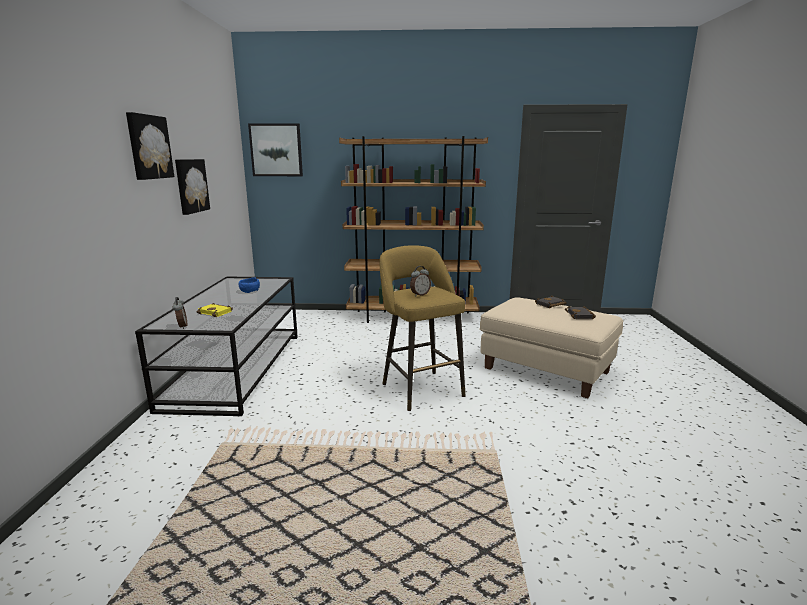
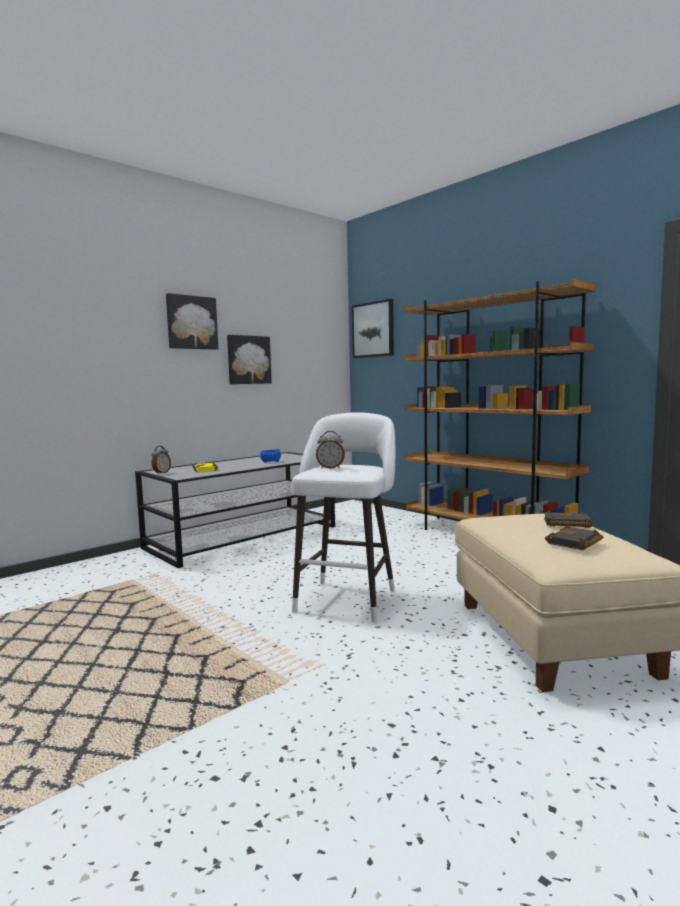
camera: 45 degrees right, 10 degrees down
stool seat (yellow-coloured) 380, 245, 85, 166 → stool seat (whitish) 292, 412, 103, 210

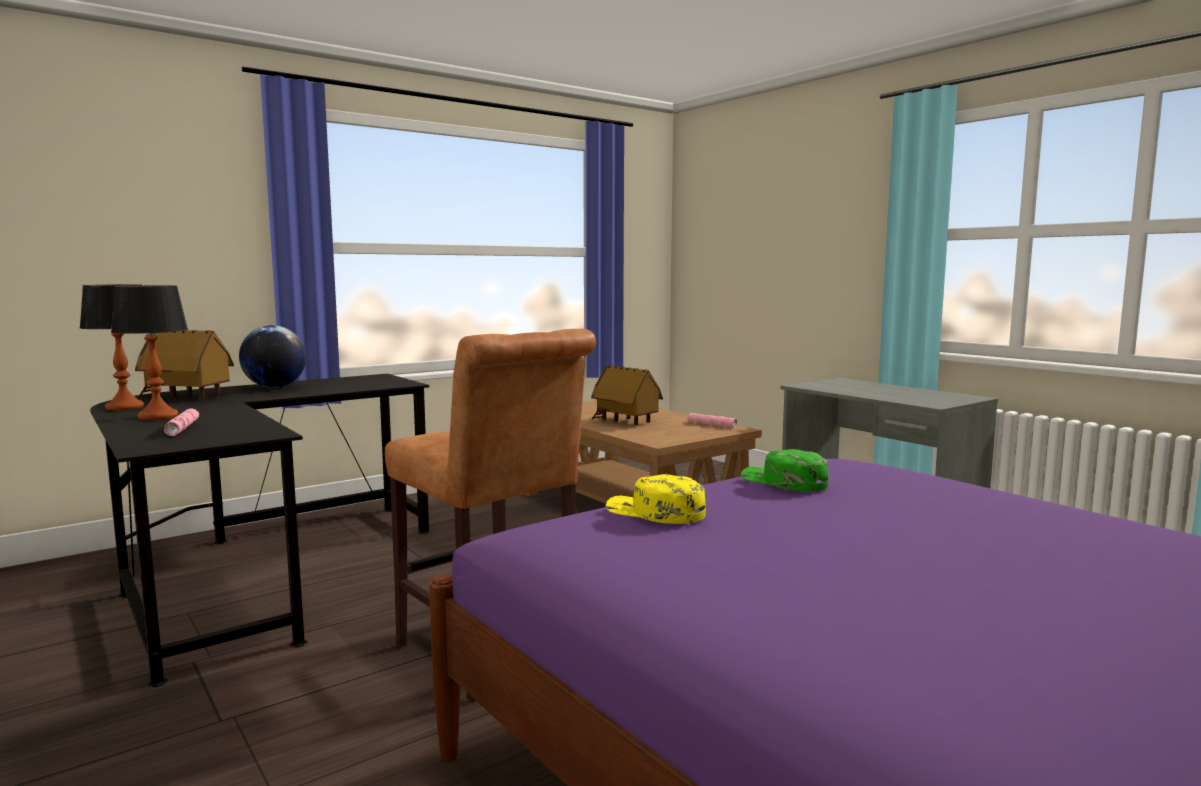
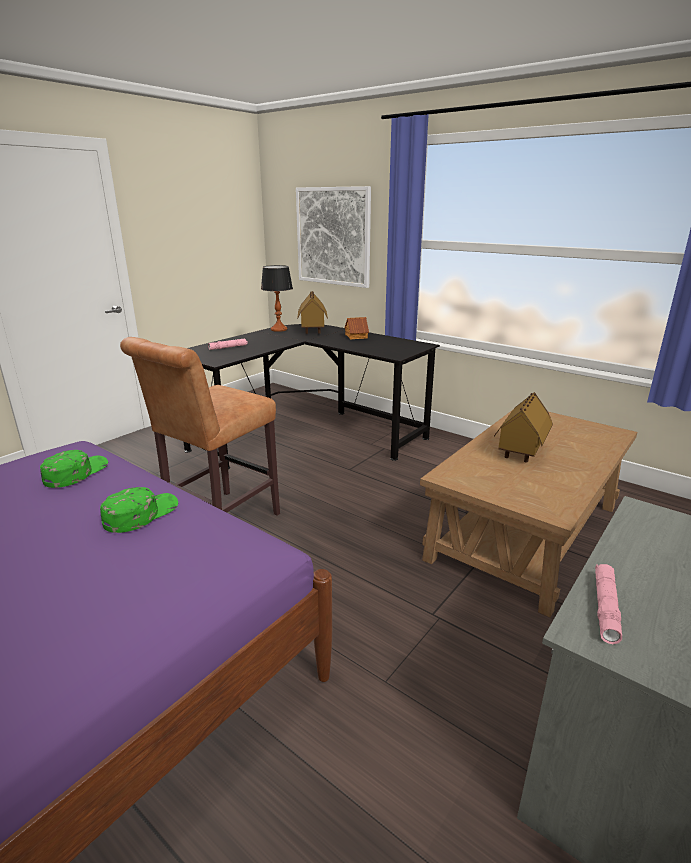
camera: 75 degrees right, 15 degrees up
table lamp 111, 285, 77, 135 → -
desk globe 239, 325, 67, 63 → toy house 344, 317, 25, 22
torch (pink) 686, 413, 51, 15 → torch (pink) 595, 564, 27, 80, move
baseball cap (yellow-coloured) 606, 474, 100, 50 → baseball cap (greenish) 40, 450, 68, 38
- → wall picture 296, 186, 75, 102

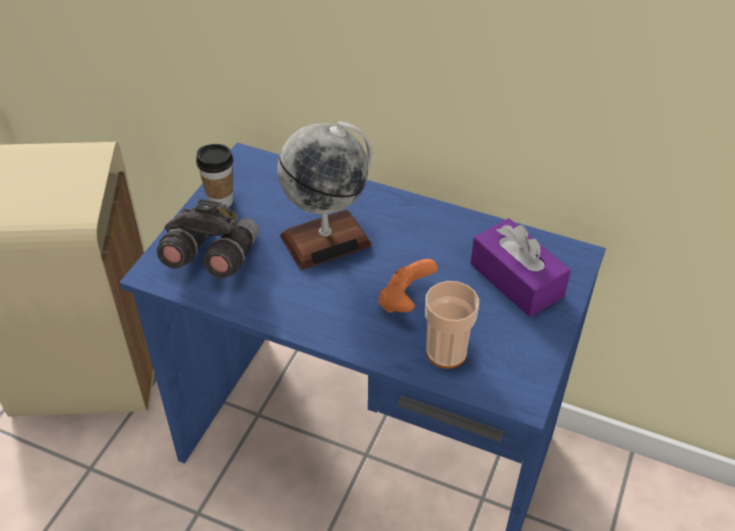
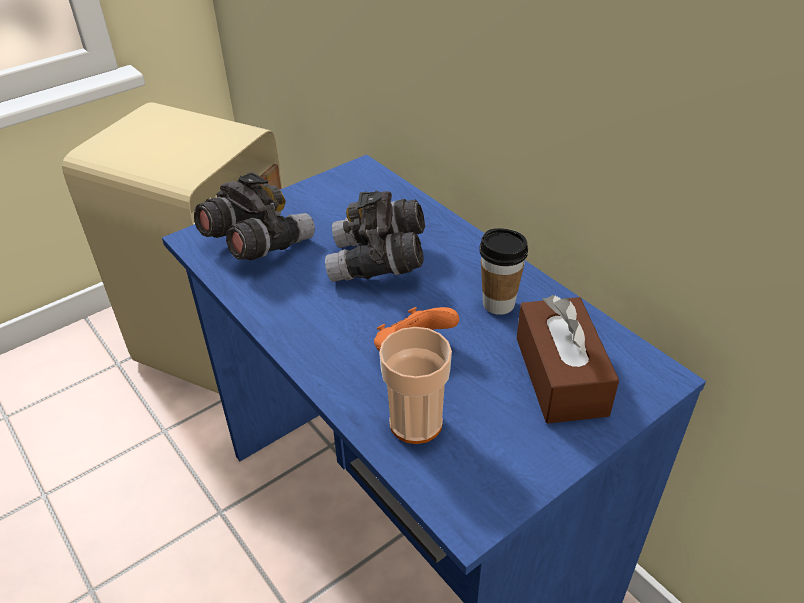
camera: 30 degrees right, 5 degrees down
desk globe 277, 121, 95, 149 → pair of binoculars (gray) 325, 191, 100, 91
small cup 196, 144, 37, 63 → small cup 479, 228, 49, 87, move
box of tissues (purple) 470, 218, 101, 99 → box of tissues (brownish) 517, 295, 102, 129

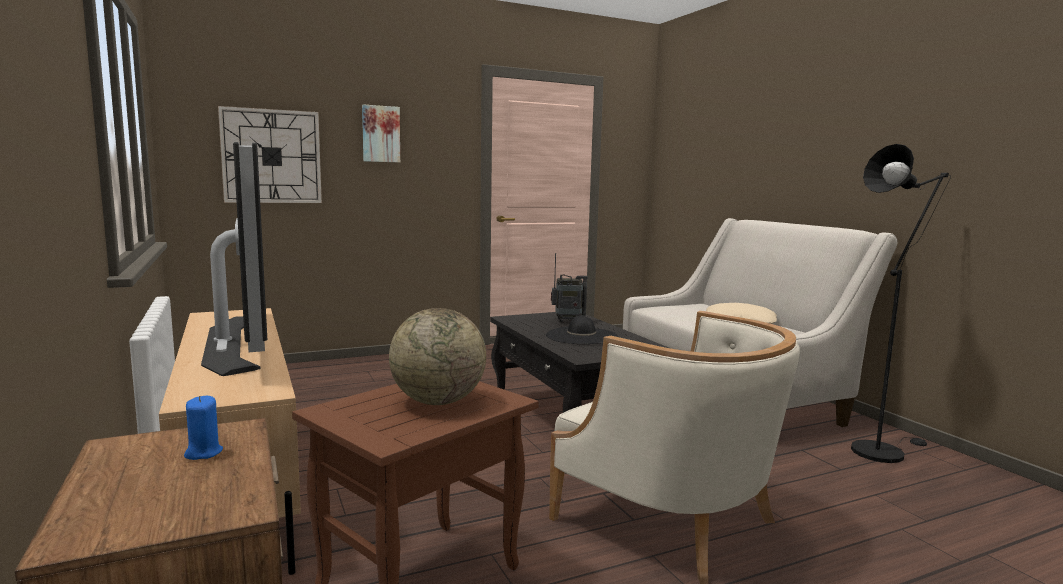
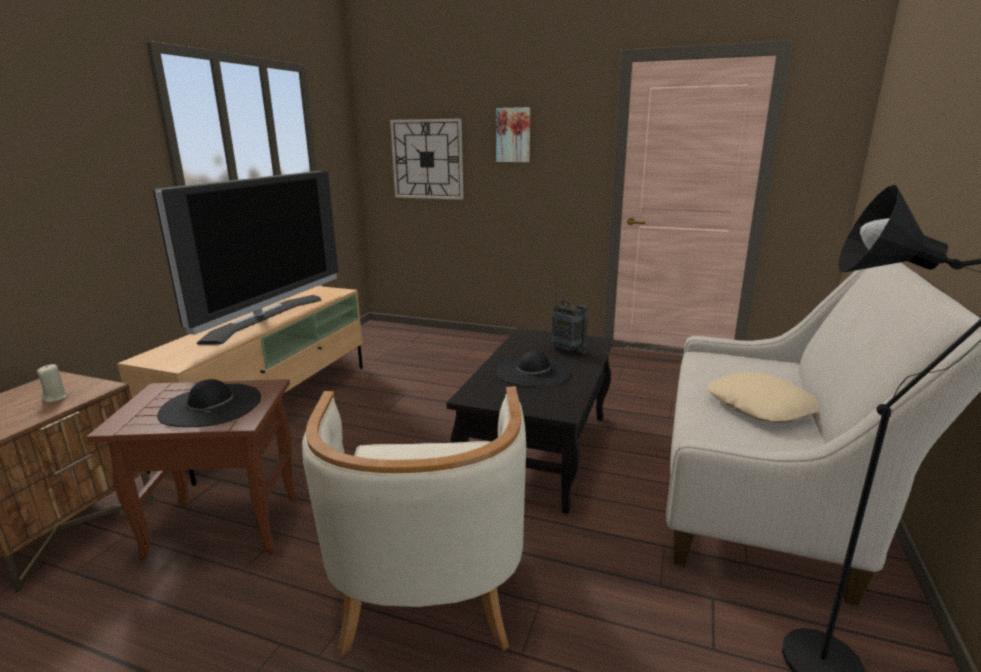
camera: 45 degrees right, 10 degrees up
desk globe 389, 308, 97, 97 → clothing hat (black) 157, 379, 104, 48
wax candle (blue) 184, 396, 39, 64 → wax candle (sand-coloured) 37, 364, 33, 38

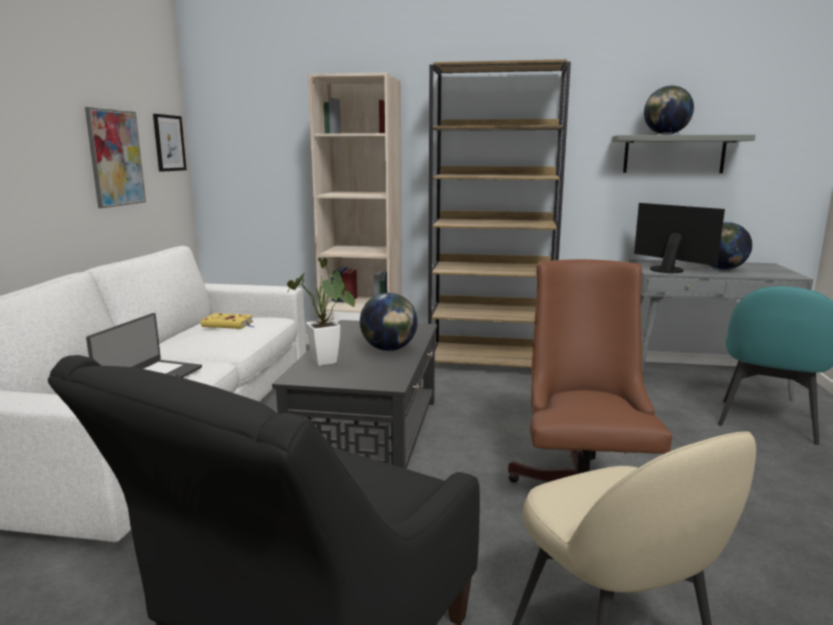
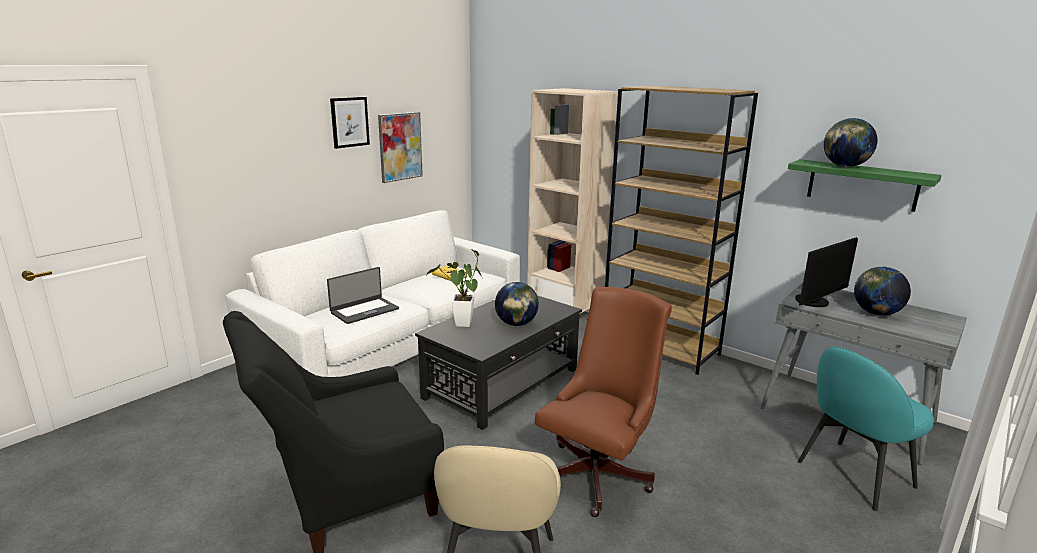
camera: 30 degrees right, 5 degrees up
wall picture 153, 114, 34, 58 → wall picture 330, 97, 40, 52, move
wall shelf (gray) 612, 135, 144, 38 → wall shelf (greenish) 788, 159, 154, 53
monitor 634, 203, 91, 70 → monitor 795, 237, 63, 70, 60 degrees clockwise

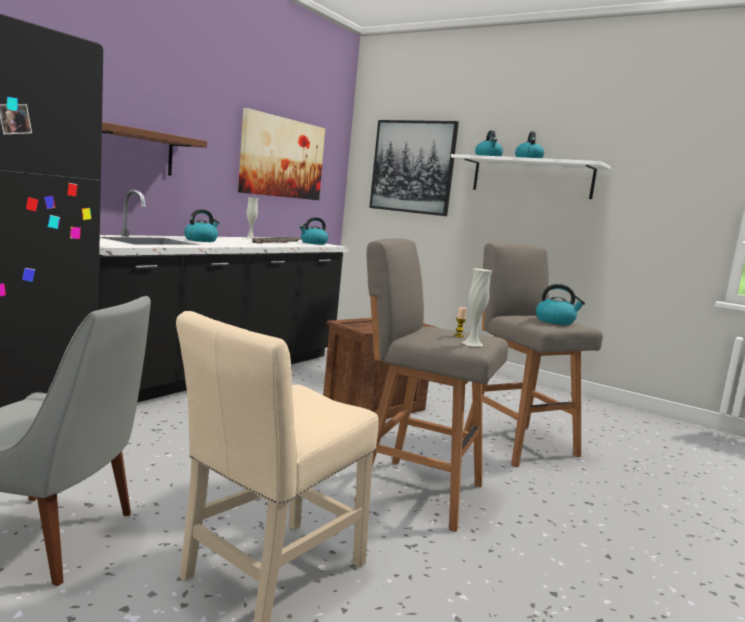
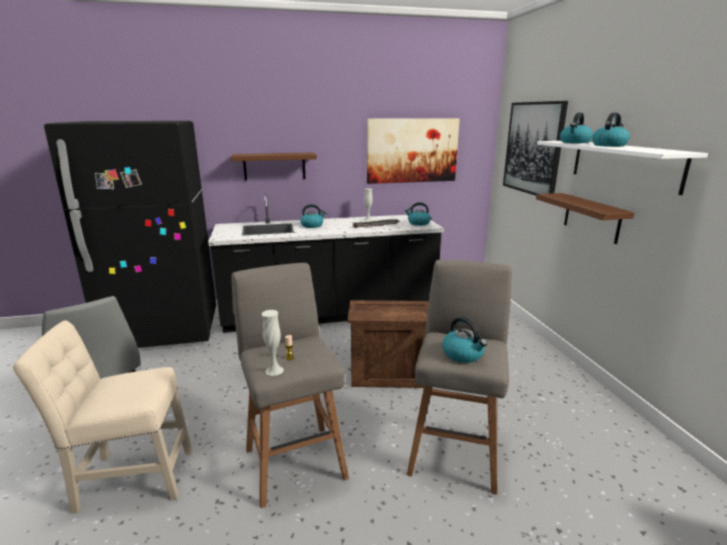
camera: 45 degrees right, 10 degrees up
- → wall shelf (brownish) 536, 193, 98, 51

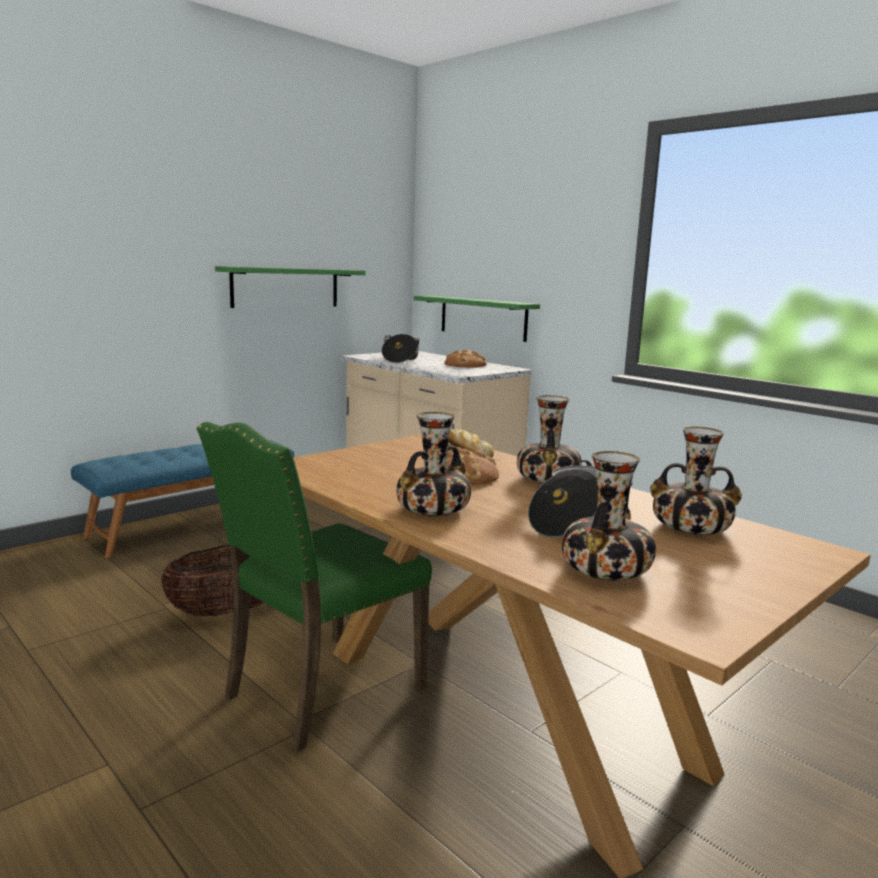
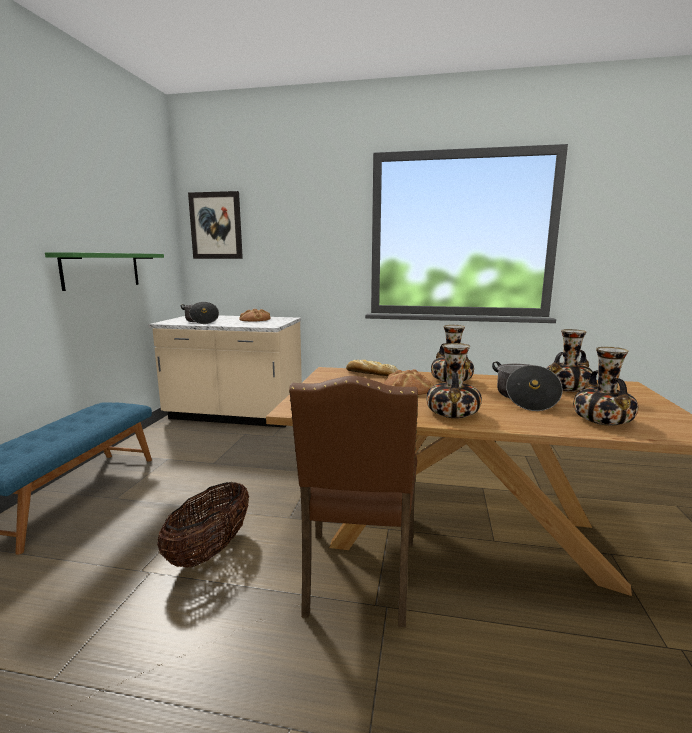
camera: 35 degrees left, 0 degrees up
wall shelf (greenish) 414, 296, 126, 46 → -
plain chair (greenish) 196, 422, 236, 331 → plain chair (brownish) 289, 376, 129, 251
- → wall picture 188, 191, 55, 68

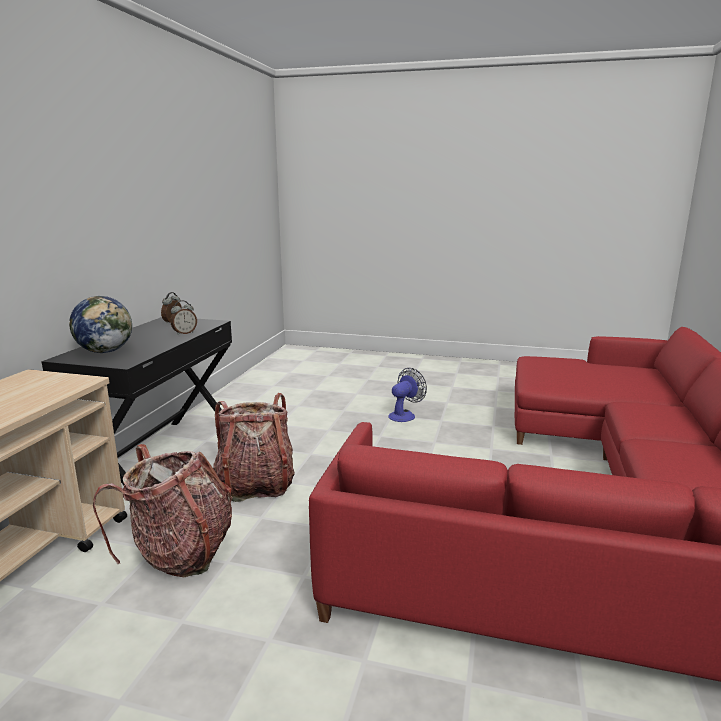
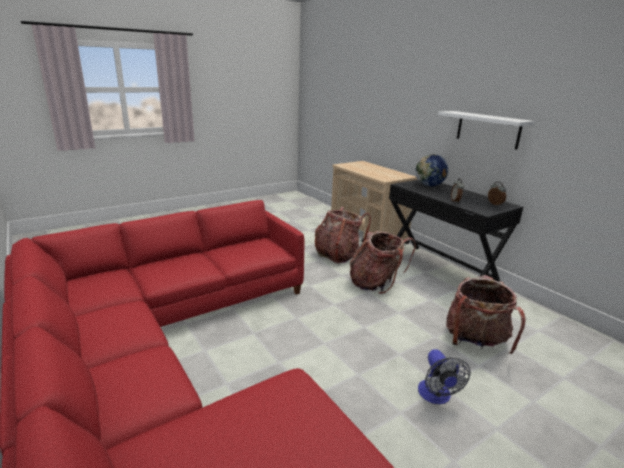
camera: 130 degrees right, 5 degrees up
- → wall shelf (whitish) 438, 111, 97, 39
- → knapsack 446, 275, 80, 79

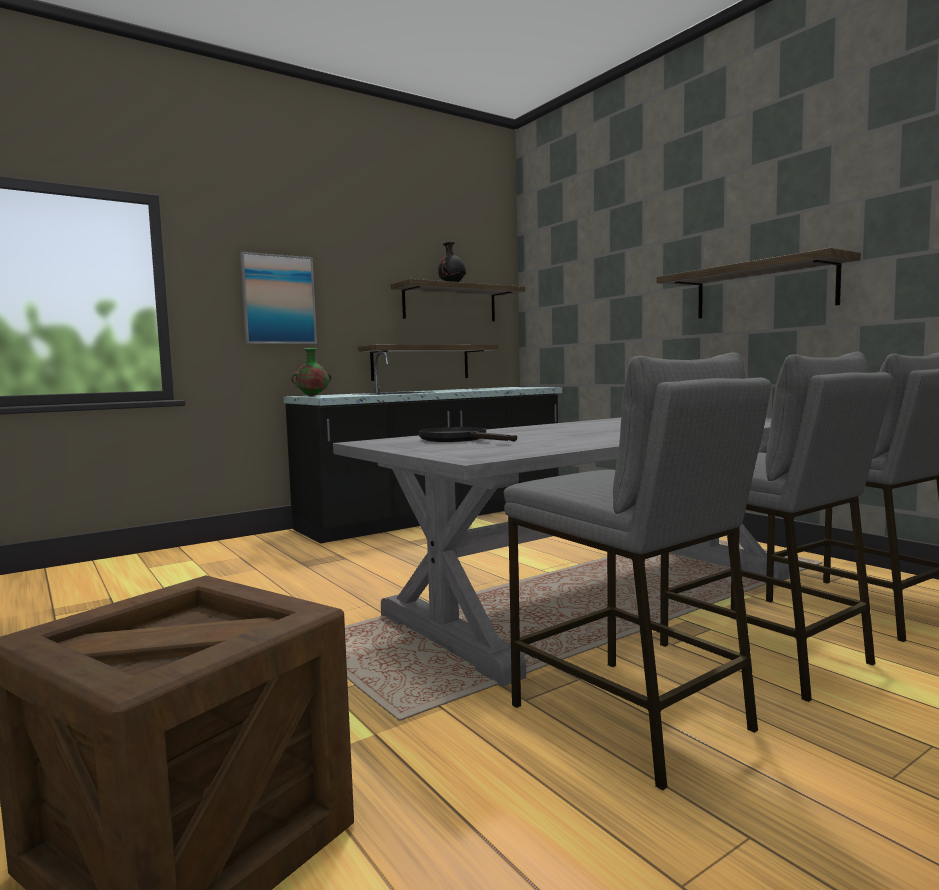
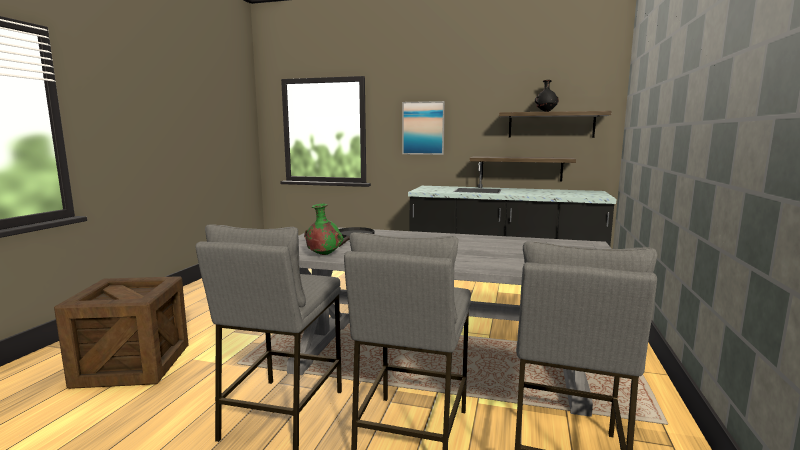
camera: 50 degrees right, 5 degrees up
wall shelf 656, 248, 205, 71 → -
vase (greenish) 291, 348, 41, 48 → vase (greenish) 304, 204, 39, 51, move

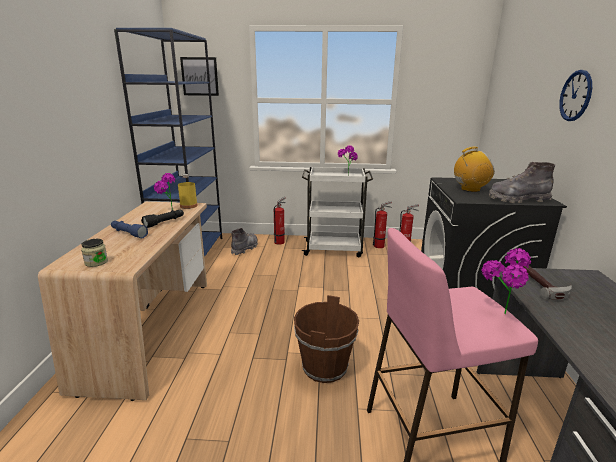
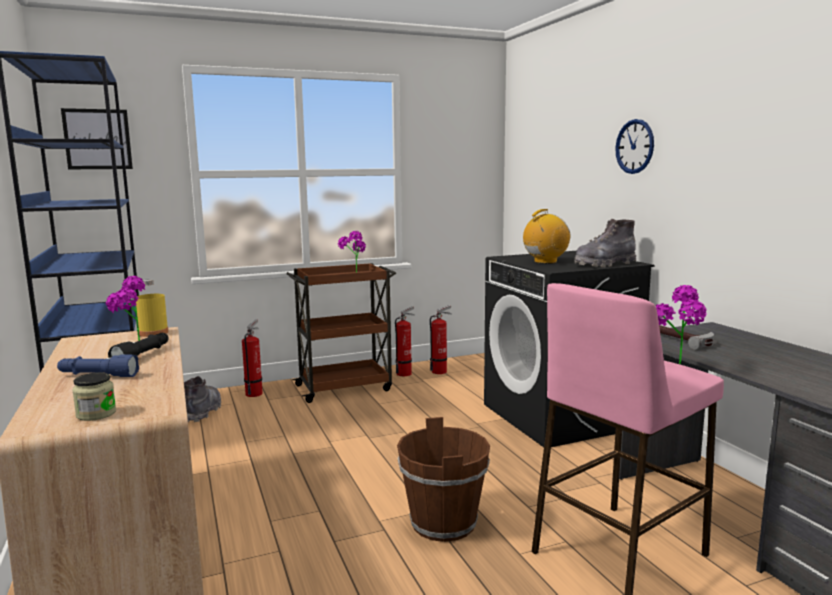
camera: 25 degrees left, 10 degrees down
wheeled cart (whitish) 302, 167, 71, 90 → wheeled cart (brownish) 286, 263, 110, 140

